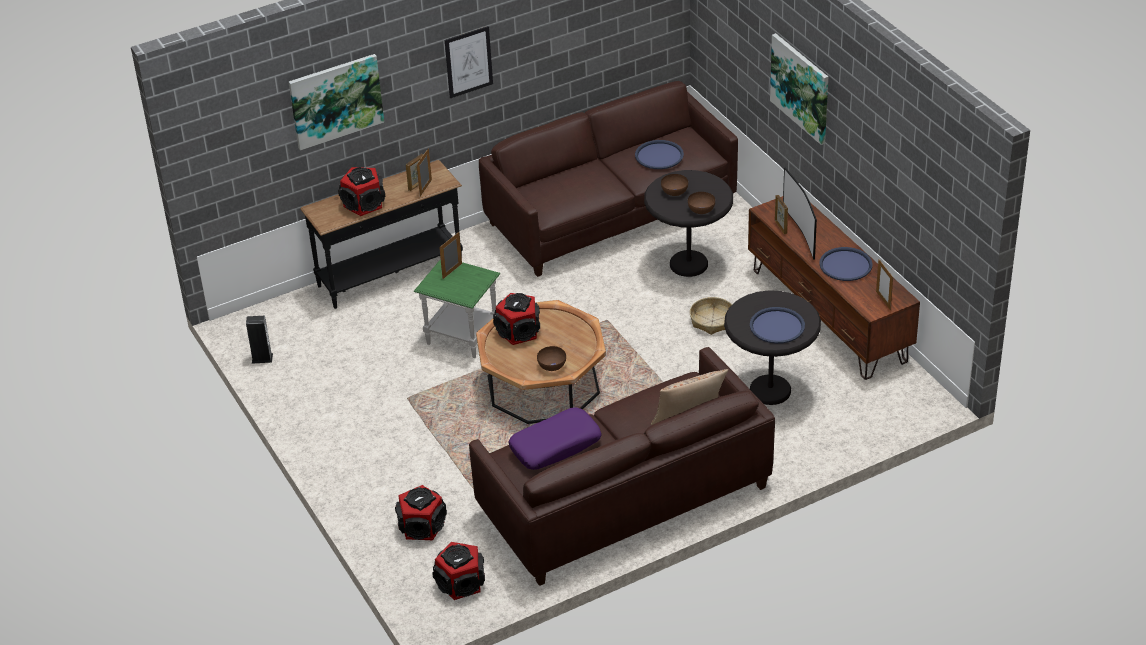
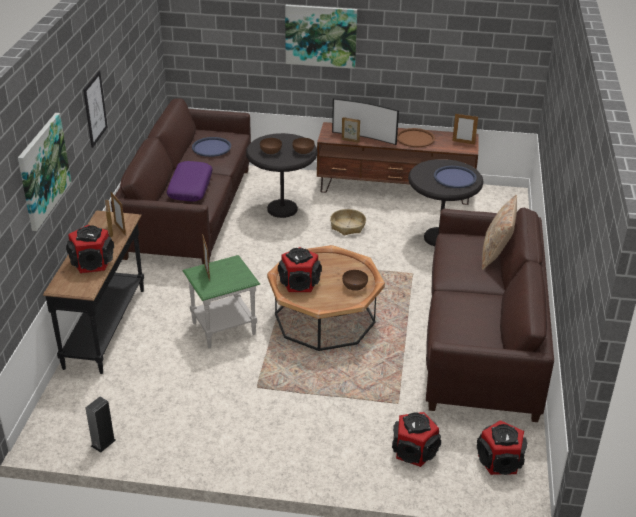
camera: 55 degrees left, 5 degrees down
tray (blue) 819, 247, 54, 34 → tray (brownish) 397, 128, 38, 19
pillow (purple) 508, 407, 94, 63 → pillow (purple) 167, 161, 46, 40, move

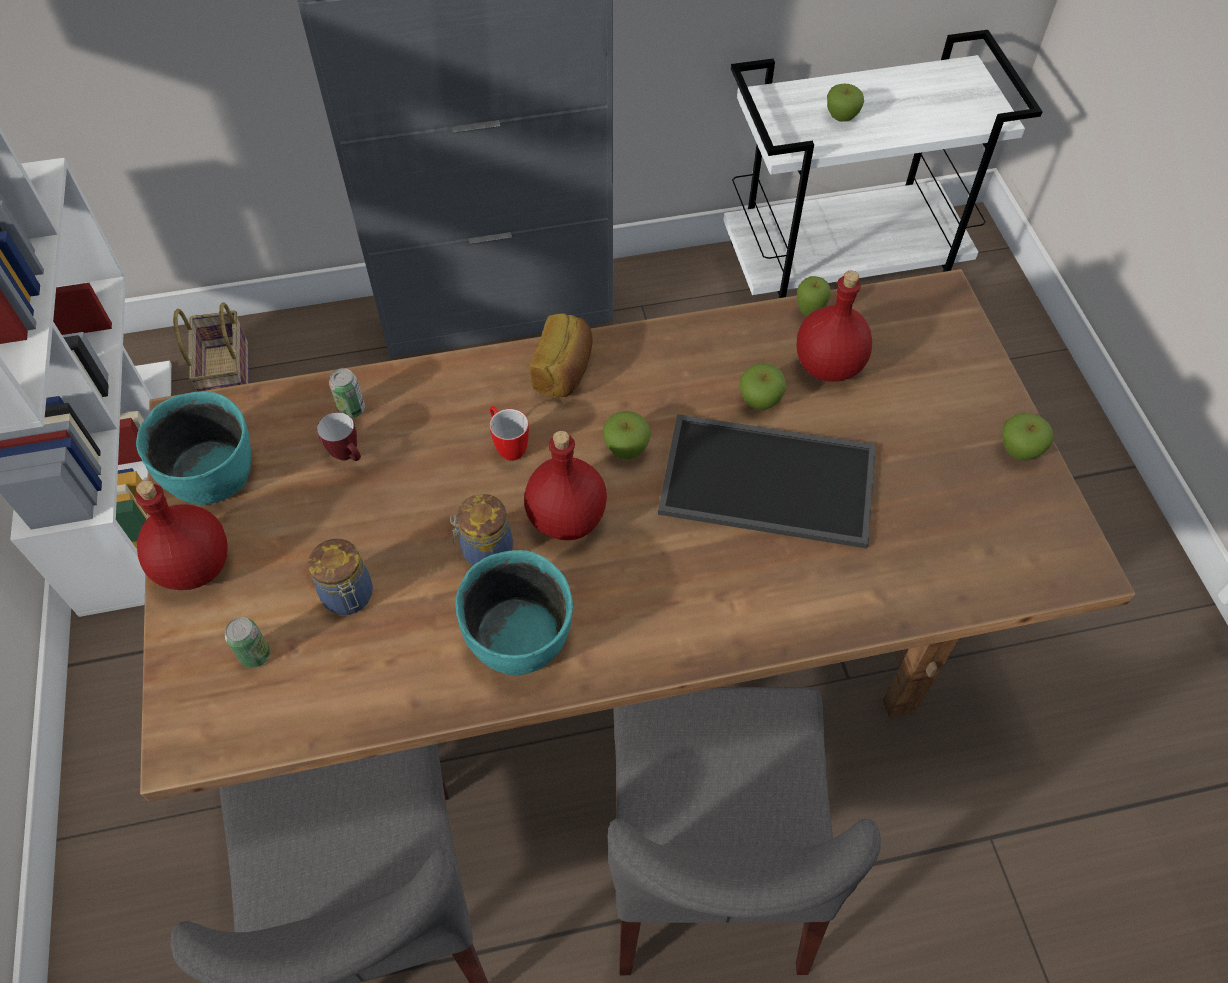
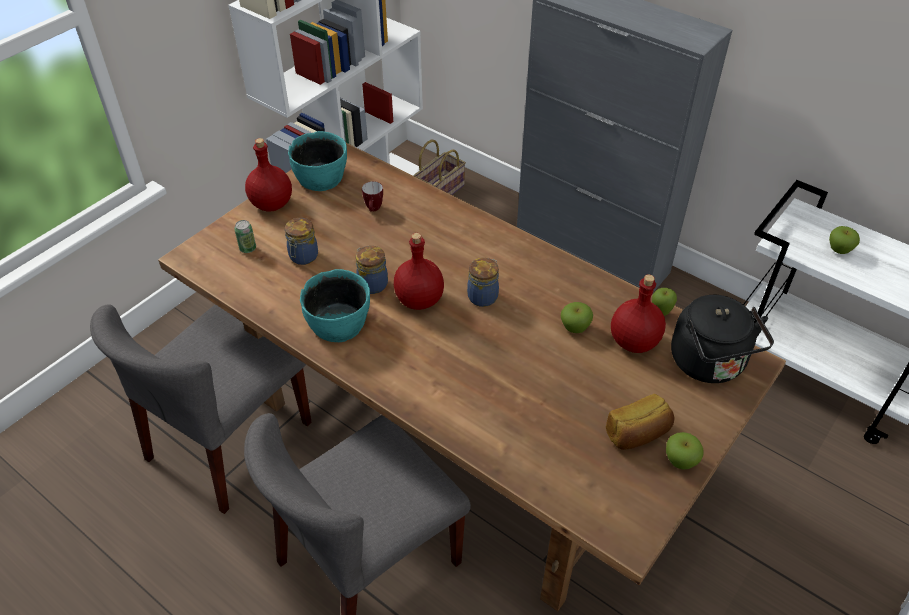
camera: 50 degrees right, 10 degrees down
bread 530, 313, 63, 84 → bread 606, 394, 68, 56, move
can 329, 368, 36, 50 → -
coffee mug 489, 406, 40, 55 → -
apple 602, 411, 49, 49 → storage jar 467, 258, 32, 49
tray 658, 414, 218, 134 → -
- → water kettle (black) 671, 295, 103, 88

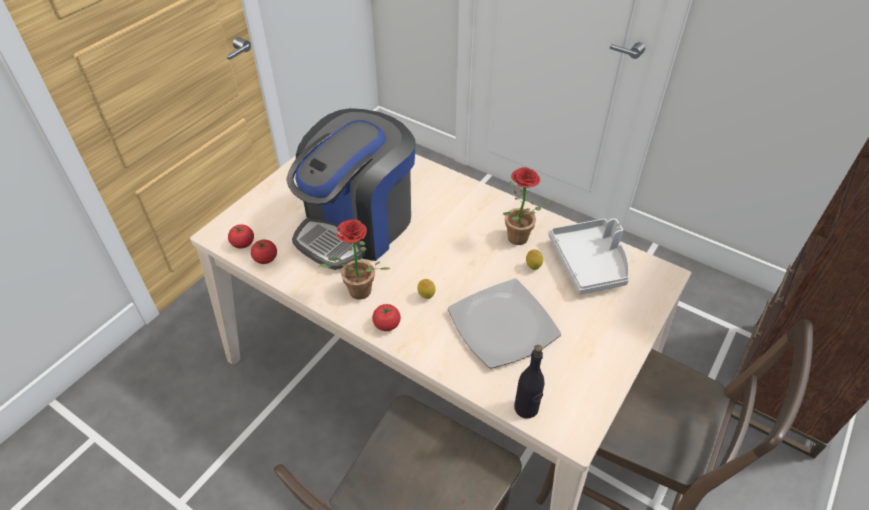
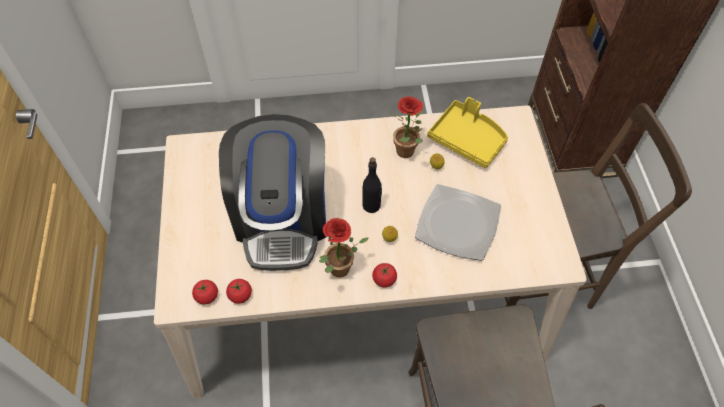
camera: 40 degrees left, 10 degrees up
tray (gray) 548, 218, 82, 76 → tray (yellow-coloured) 427, 97, 81, 71
beverage bottle (black) 514, 345, 30, 73 → beverage bottle (black) 363, 157, 19, 56, move

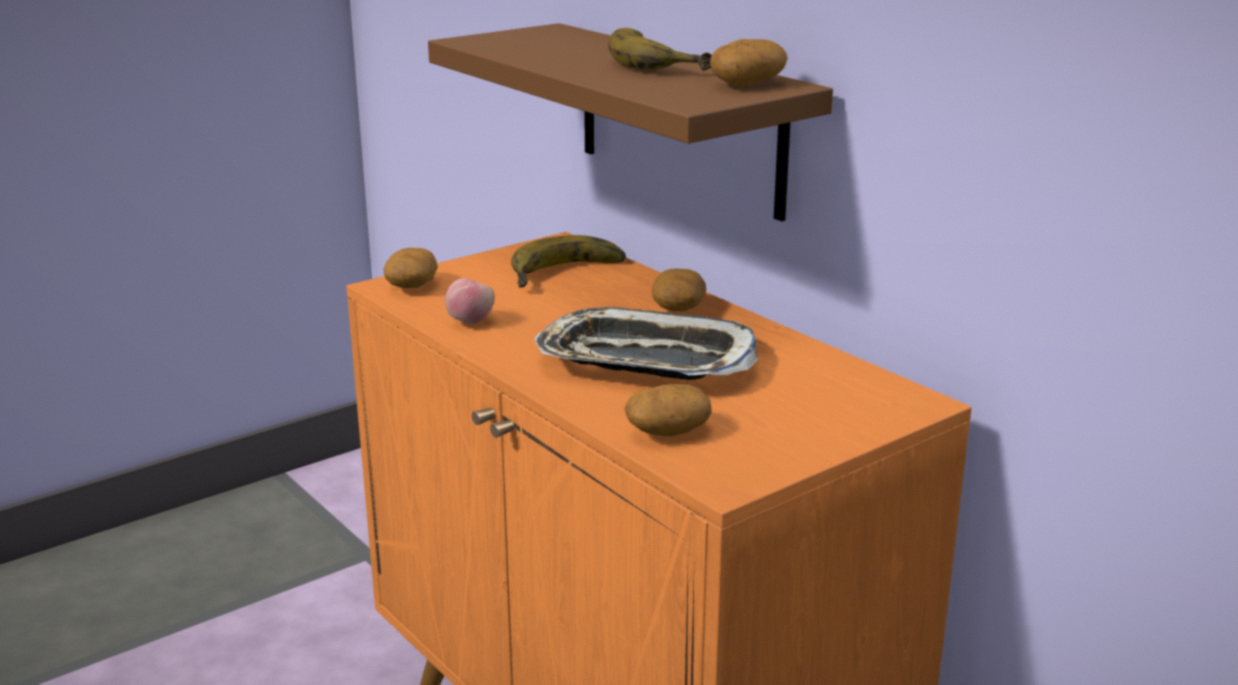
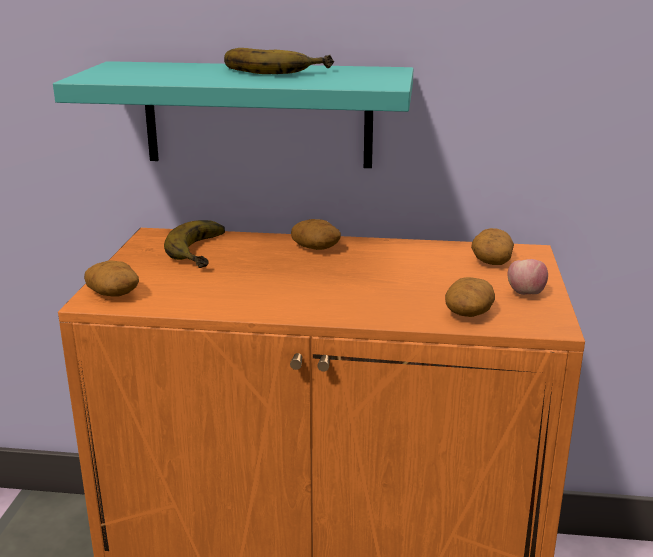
camera: 45 degrees left, 0 degrees up
wall shelf (brownish) 428, 23, 405, 198 → wall shelf (turquoise-coloured) 53, 61, 360, 107
spud 710, 39, 78, 48 → spud 471, 228, 43, 37, move
apple 445, 278, 50, 46 → apple 507, 259, 41, 36, move
tray 534, 307, 224, 73 → -

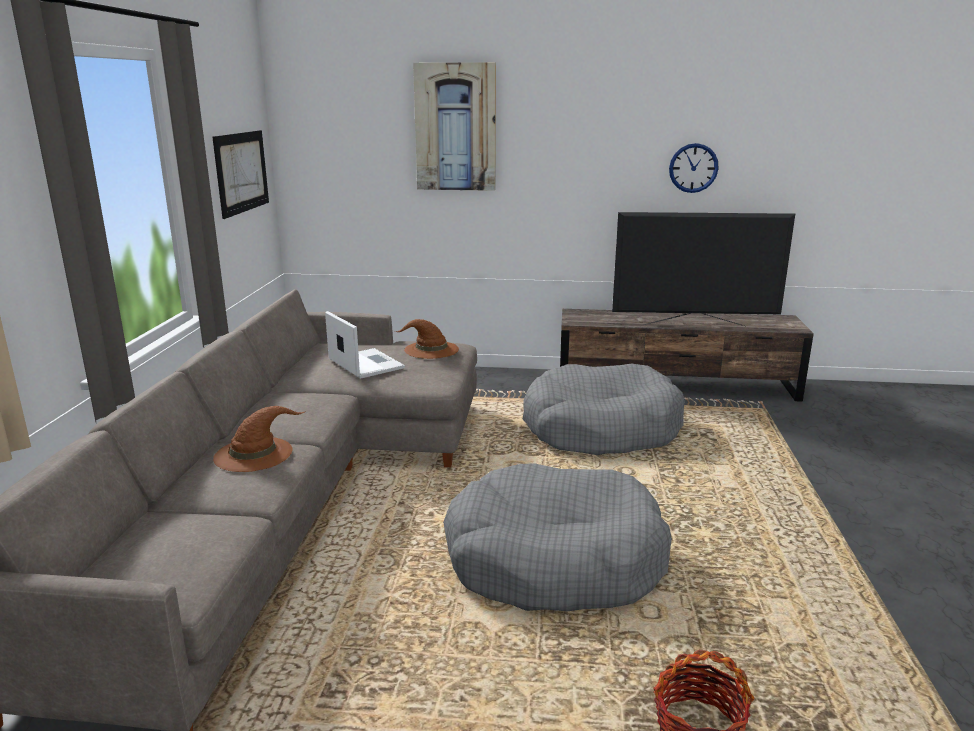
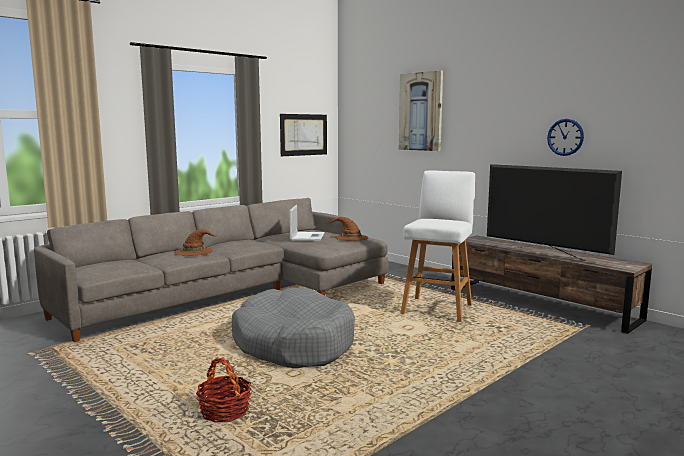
camera: 40 degrees right, 10 degrees down
pet bed (gray) 523, 364, 162, 91 → stool seat (whitish) 400, 171, 75, 151

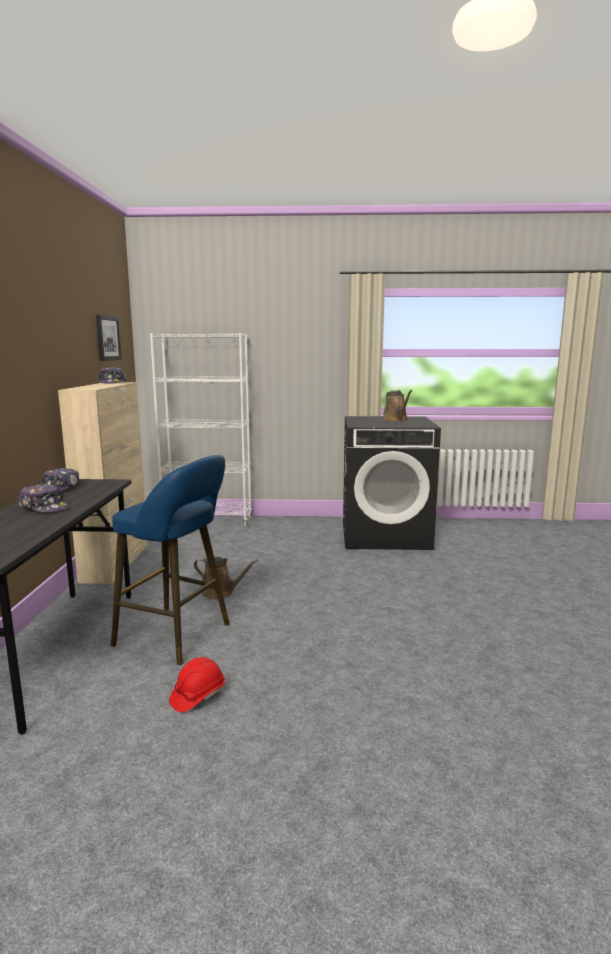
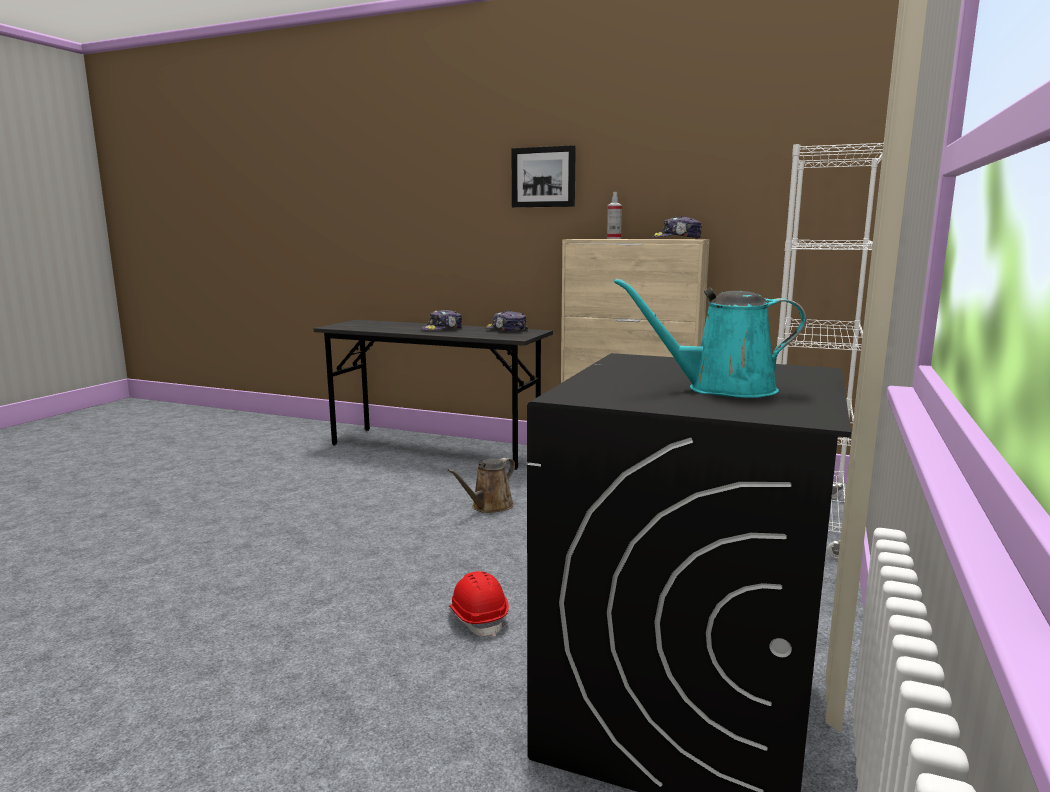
camera: 110 degrees right, 0 degrees up
wall picture 96, 315, 26, 46 → wall picture 511, 145, 65, 63, move
sprinkling can (brownish) 382, 390, 30, 32 → sprinkling can (turquoise-coloured) 614, 278, 192, 120
stool seat (blue) 111, 455, 119, 210 → -
hard hat (red-coloured) 169, 657, 56, 55 → hard hat (red-coloured) 448, 571, 61, 66, move
- → hand sprayer 607, 192, 15, 47

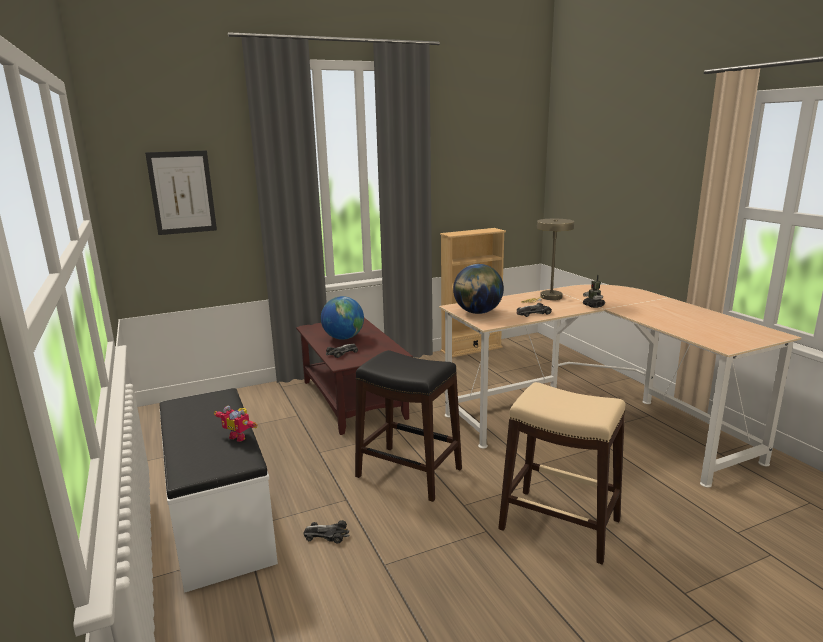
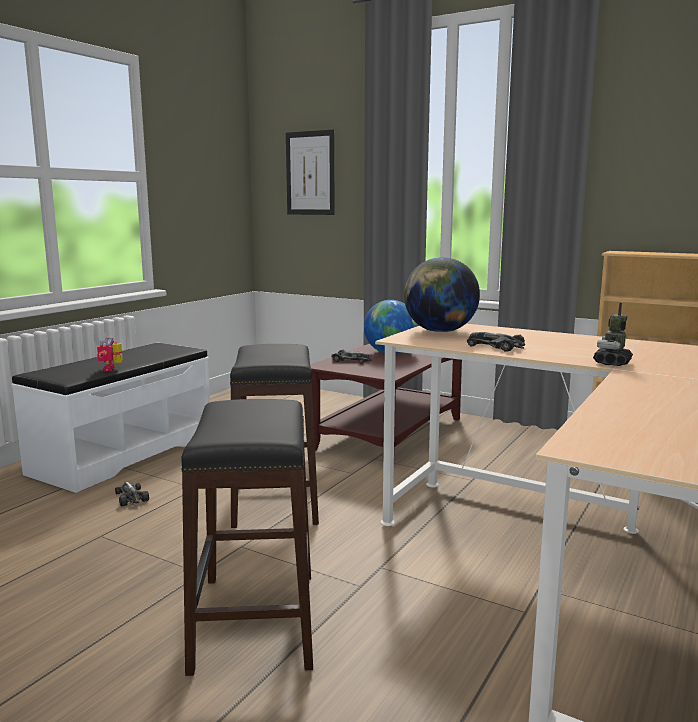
camera: 55 degrees right, 5 degrees down
table lamp (sand-coloured) 521, 219, 53, 84 → -
stool seat (sand-coloured) 498, 382, 127, 183 → stool seat (black) 181, 399, 132, 277

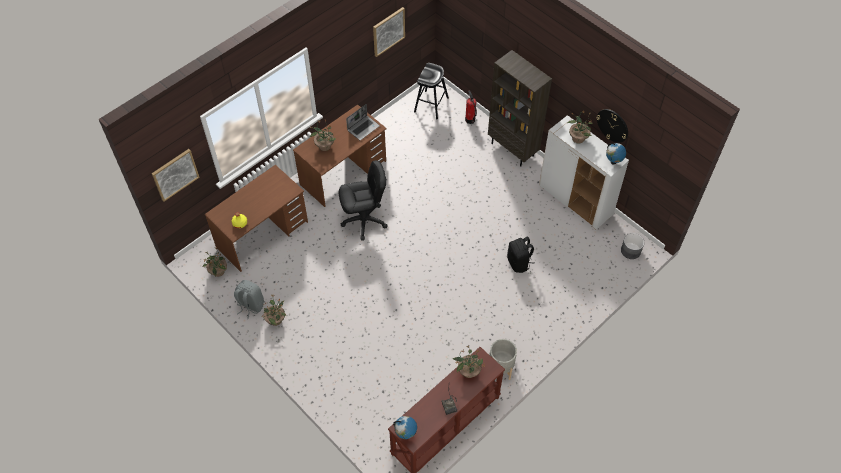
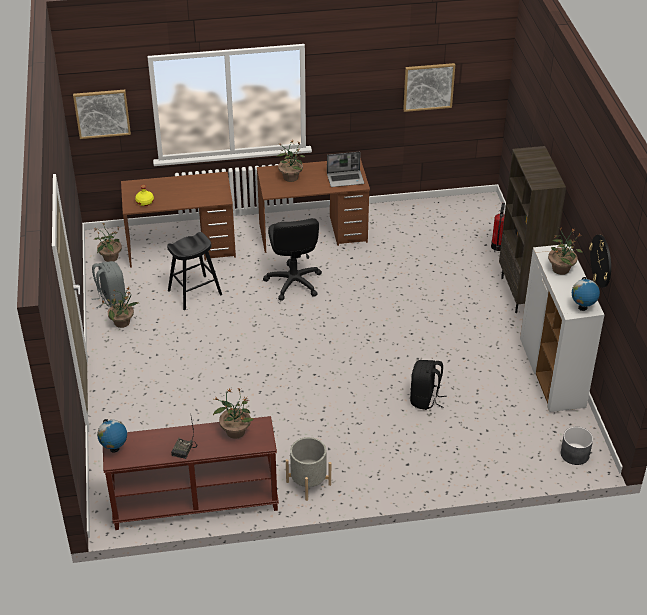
camera: 35 degrees right, 15 degrees down
stool seat (black) 414, 63, 35, 56 → stool seat (black) 167, 232, 55, 78, move
computer chair (black) 339, 160, 49, 81 → computer chair (black) 263, 218, 59, 83, 60 degrees clockwise

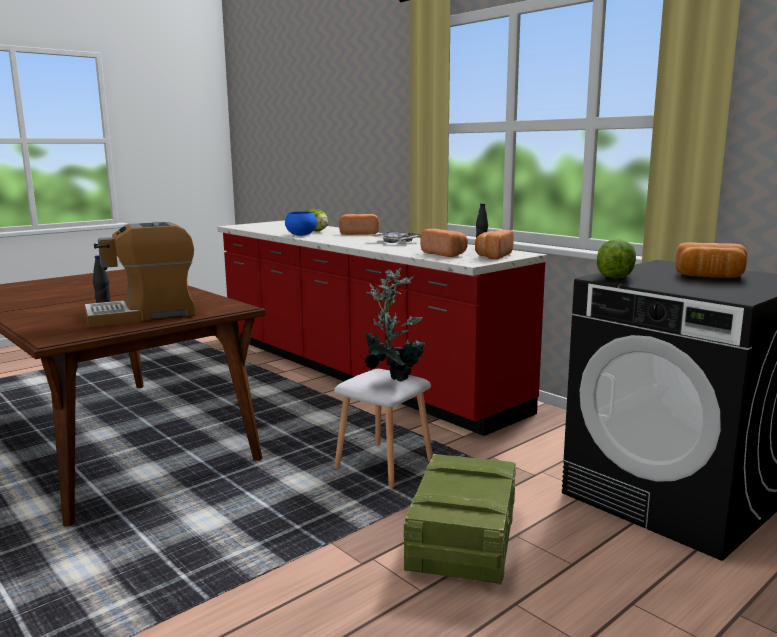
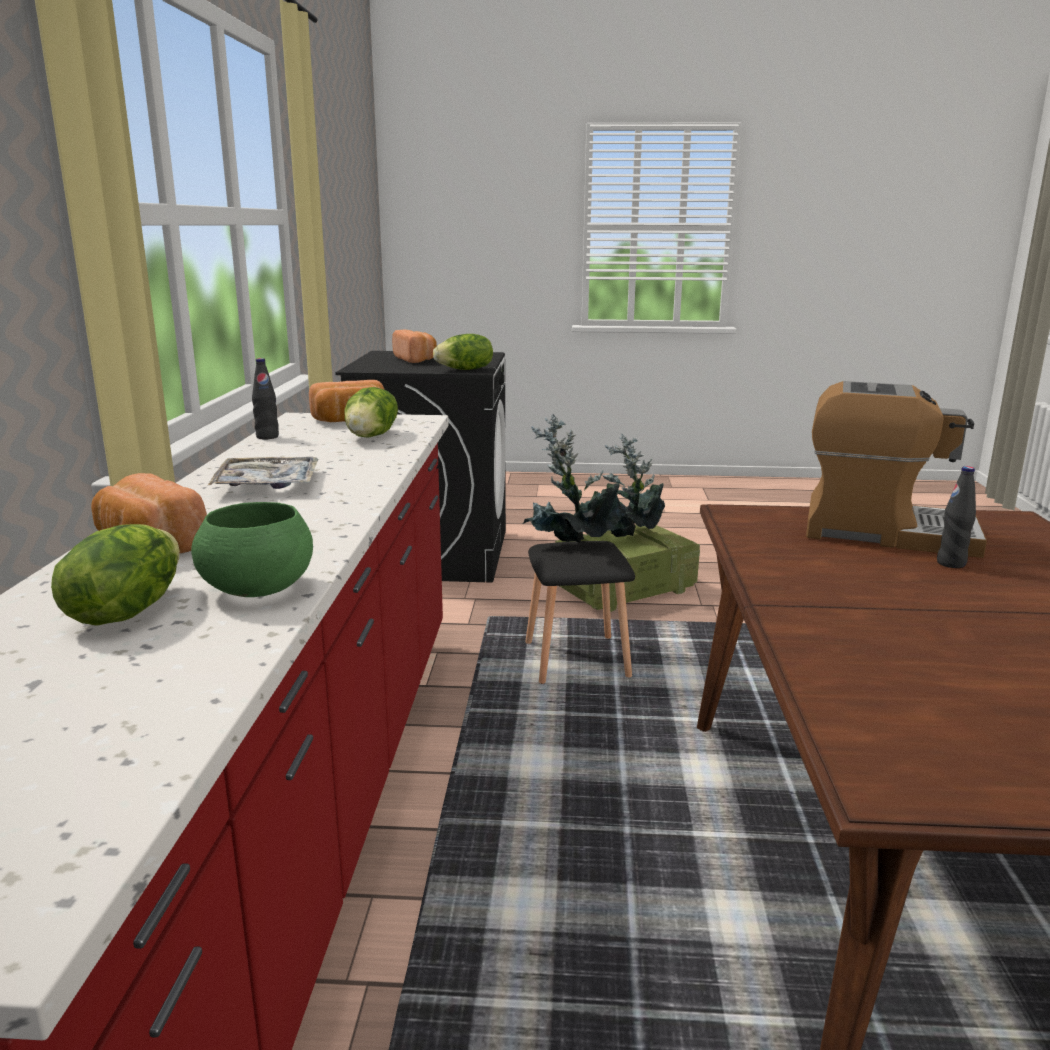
camera: 135 degrees left, 5 degrees up
bowl (blue) 285, 212, 32, 24 → bowl (greenish) 191, 502, 122, 95
bread 420, 229, 48, 28 → head of lettuce 345, 387, 53, 51
stool seat (whitish) 334, 369, 99, 119 → stool seat (black) 525, 541, 110, 143
- → houseplant 602, 434, 63, 103

